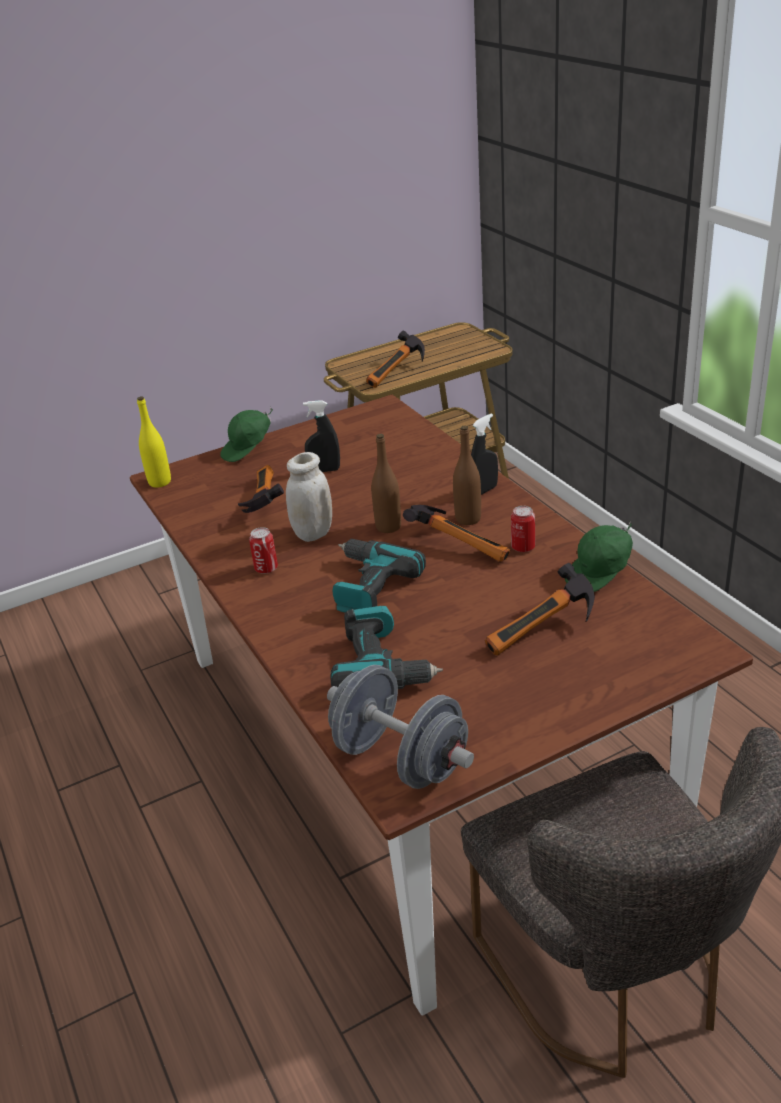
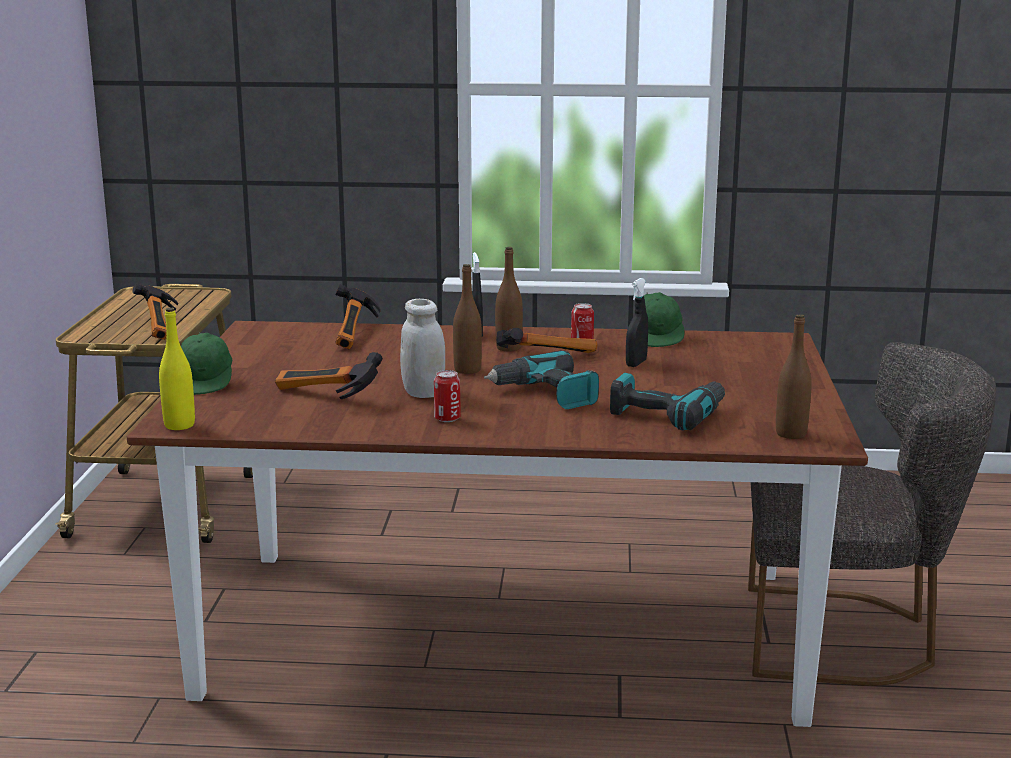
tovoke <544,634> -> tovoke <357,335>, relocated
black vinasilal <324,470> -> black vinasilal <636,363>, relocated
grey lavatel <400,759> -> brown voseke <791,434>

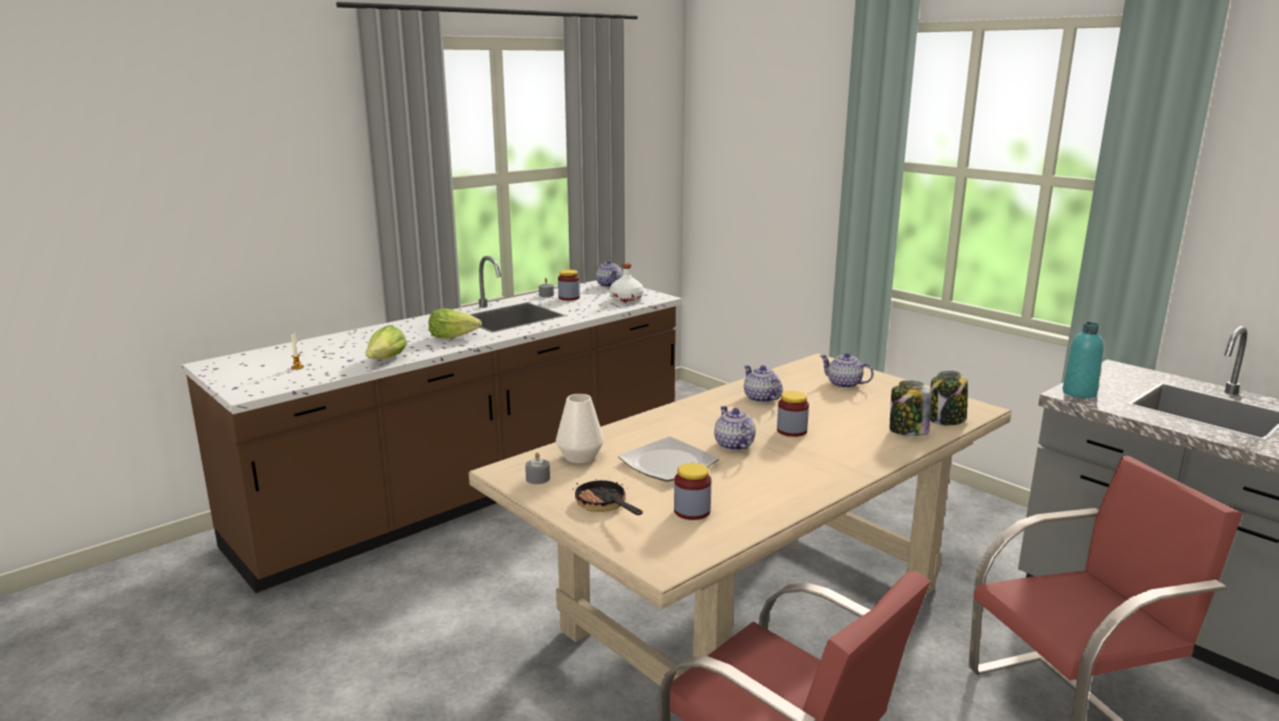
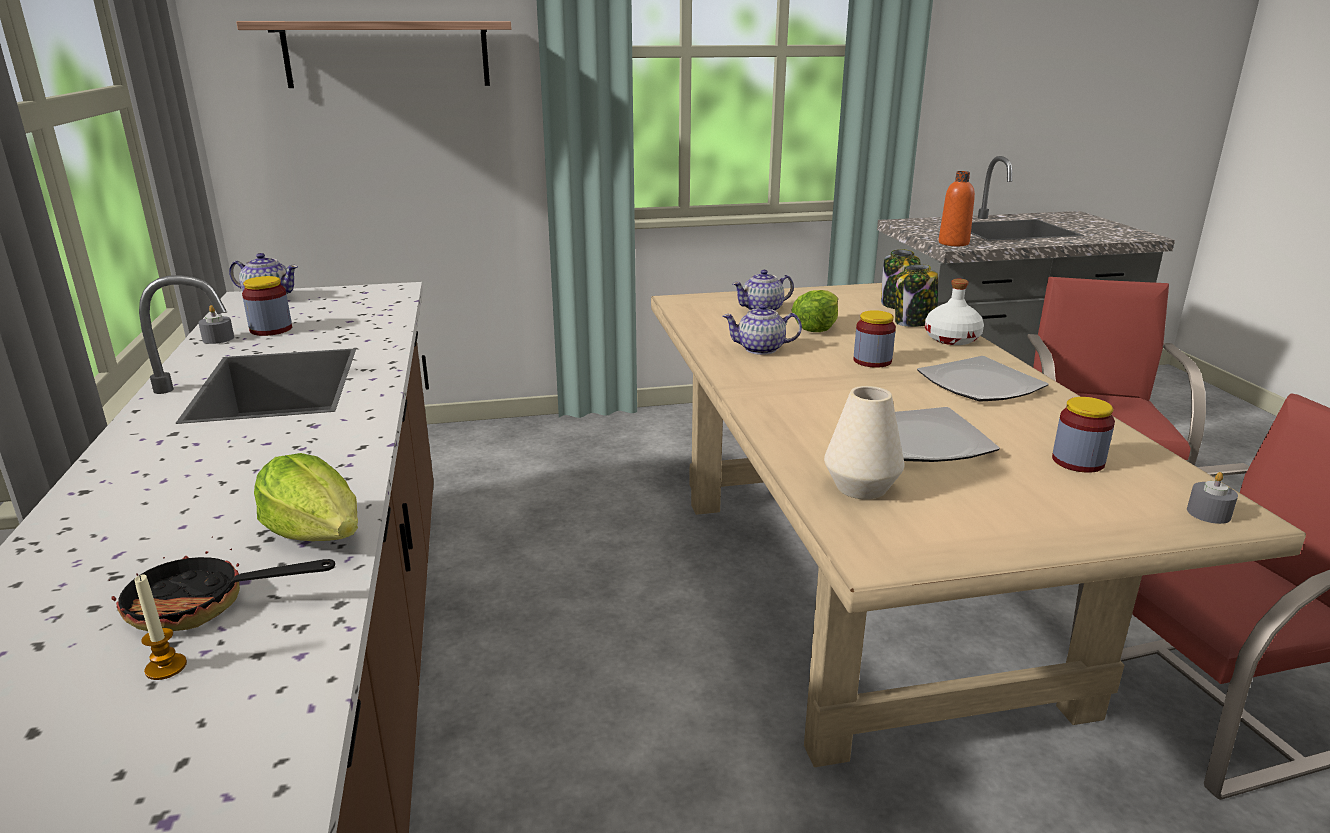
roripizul <604,506> -> roripizul <204,606>, relocated
none -> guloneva <387,54>
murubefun <453,336> -> murubefun <816,327>, relocated
none -> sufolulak <980,384>
white voseke <626,299> -> white voseke <952,339>, relocated
turquoise voseke <1079,393> -> orange voseke <953,243>
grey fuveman <538,478> -> grey fuveman <1208,513>, relocated
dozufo <734,445> -> none

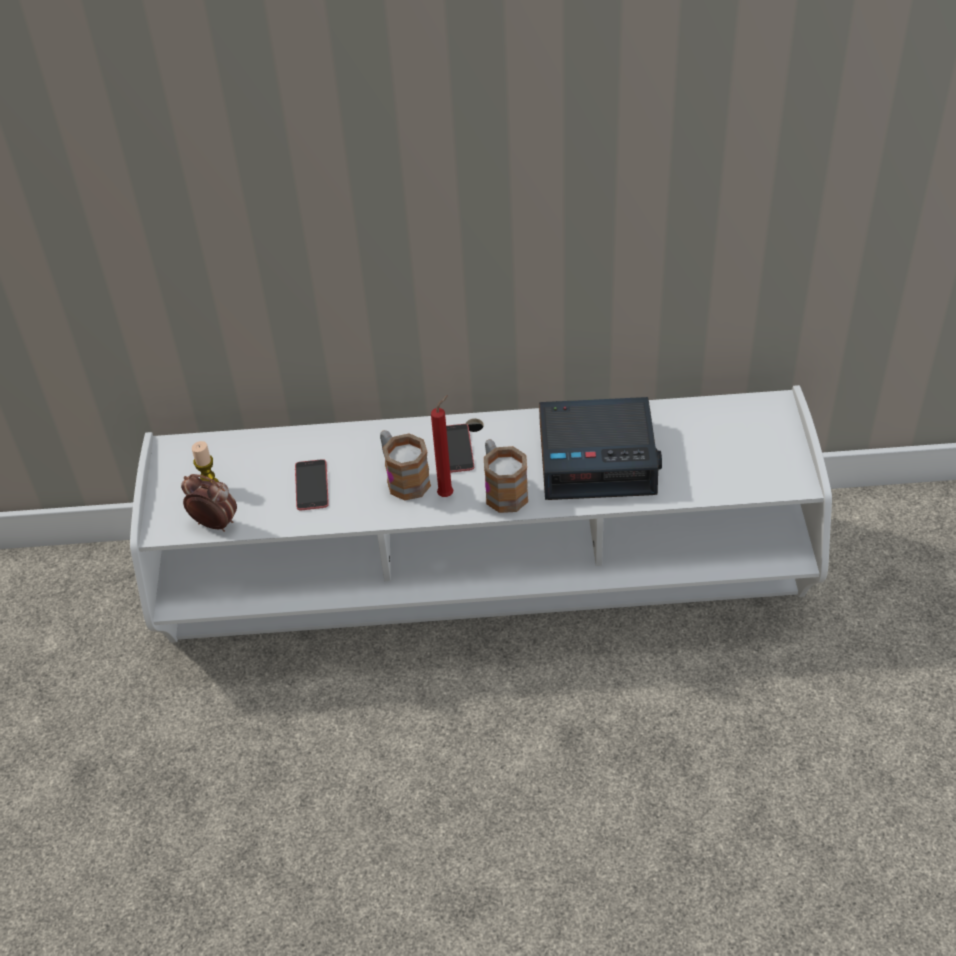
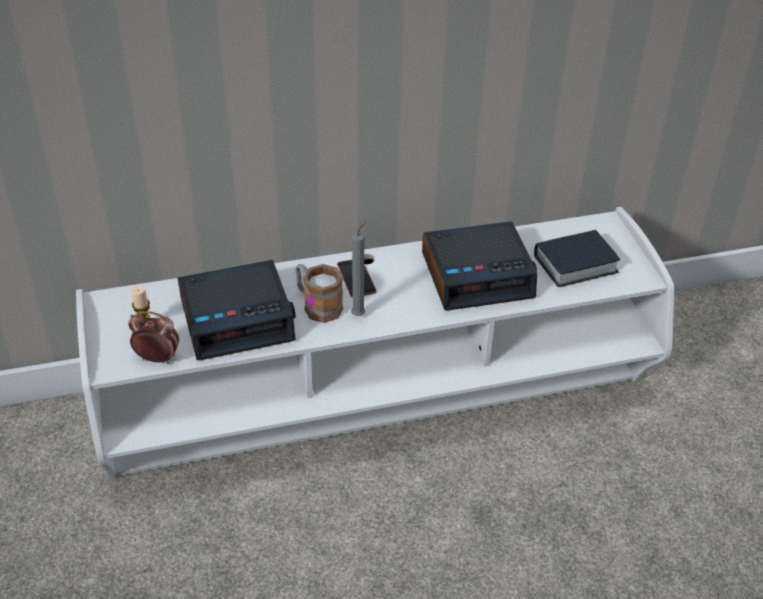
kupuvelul <311,485> -> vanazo <238,318>
red fuveman <447,494> -> grey fuveman <359,314>
none -> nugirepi <575,264>
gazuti <502,489> -> none

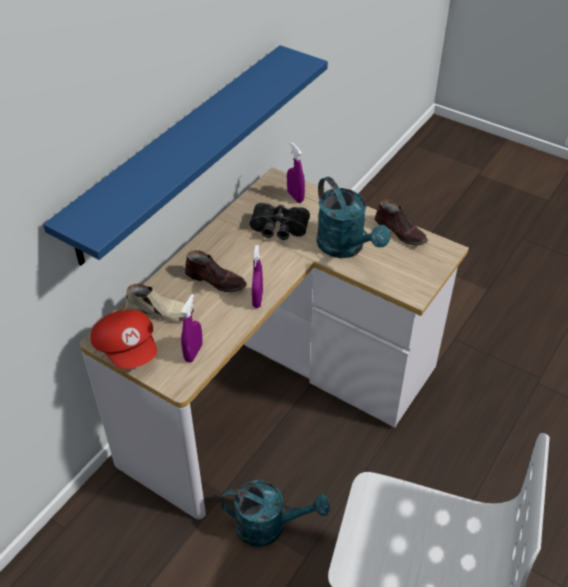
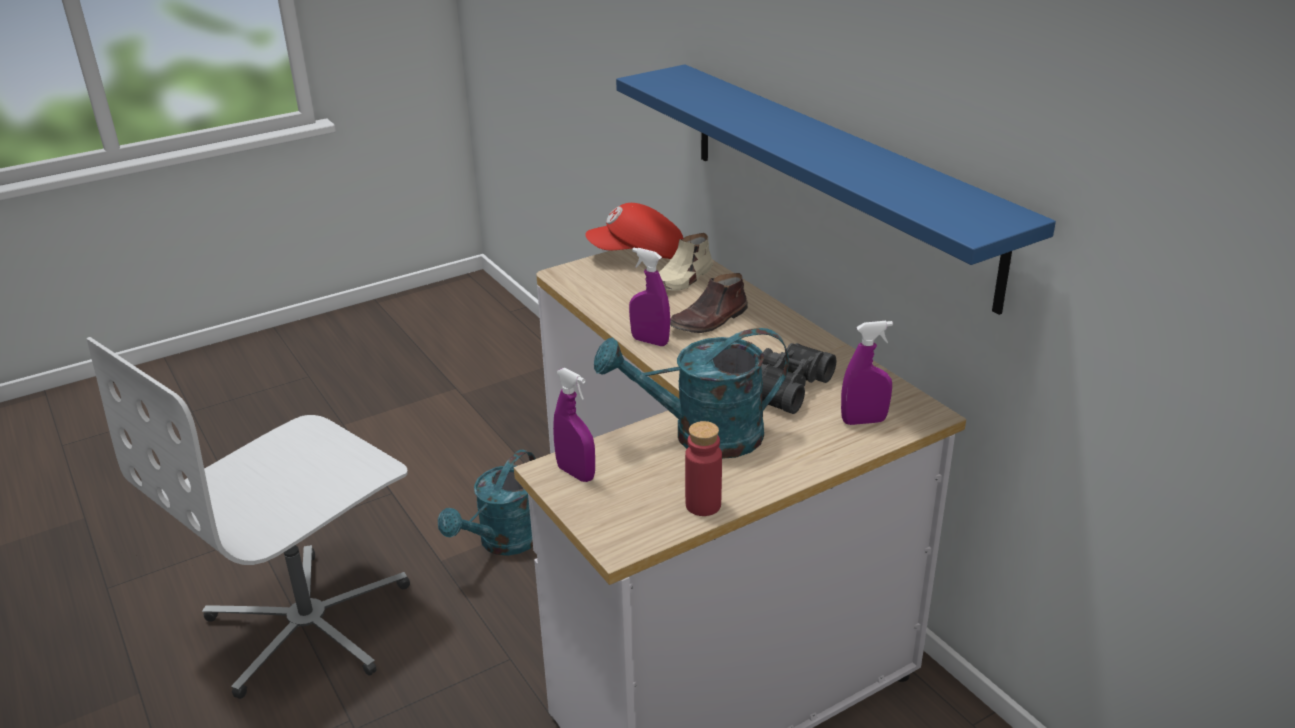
purple vinasilal <193,353> -> purple vinasilal <576,473>, relocated
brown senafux <401,232> -> red voseke <703,505>

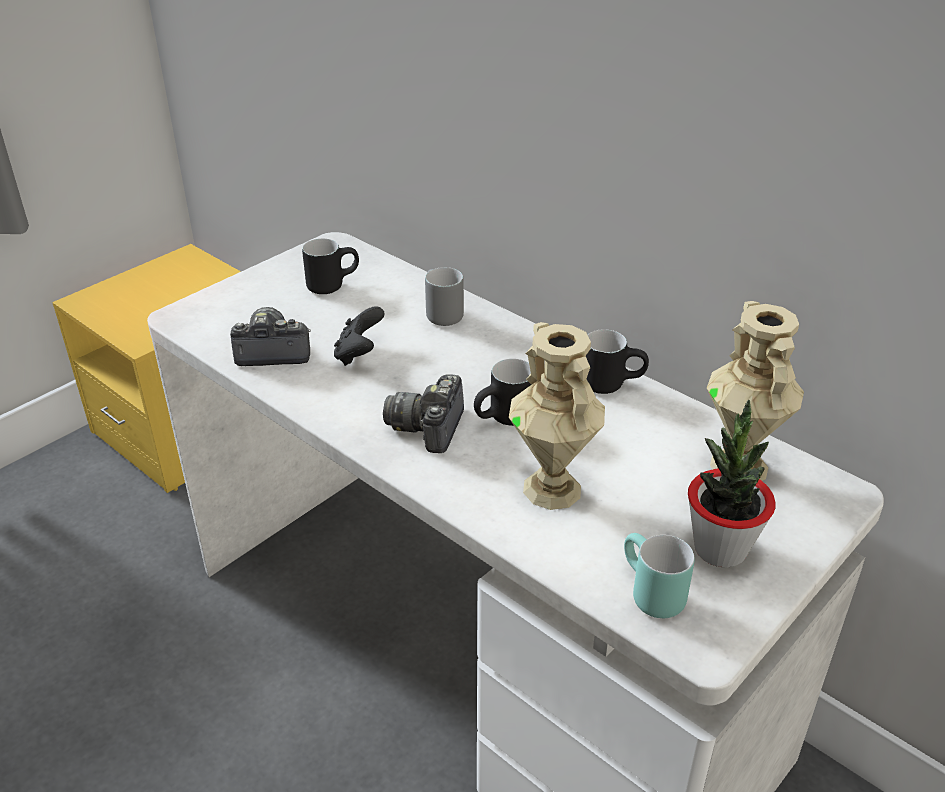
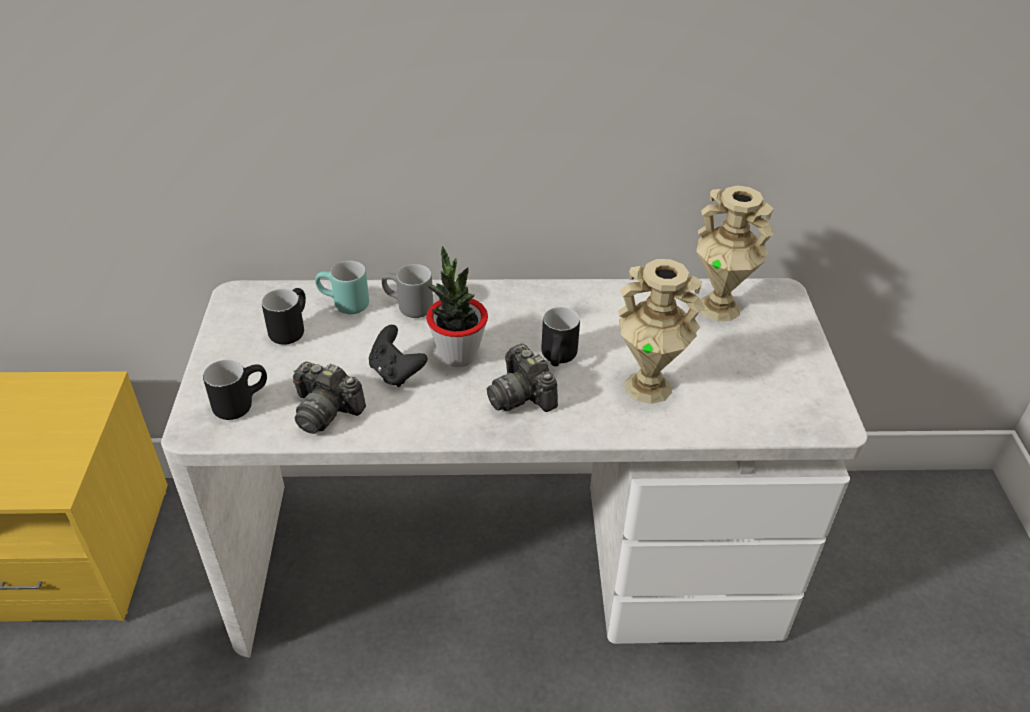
black gazuti <612,383> -> black gazuti <240,403>, relocated
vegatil <272,352> -> vegatil <325,410>, 105 degrees counterclockwise
turquoise gazuti <647,594> -> turquoise gazuti <343,306>, relocated
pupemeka <720,548> -> pupemeka <458,354>, relocated

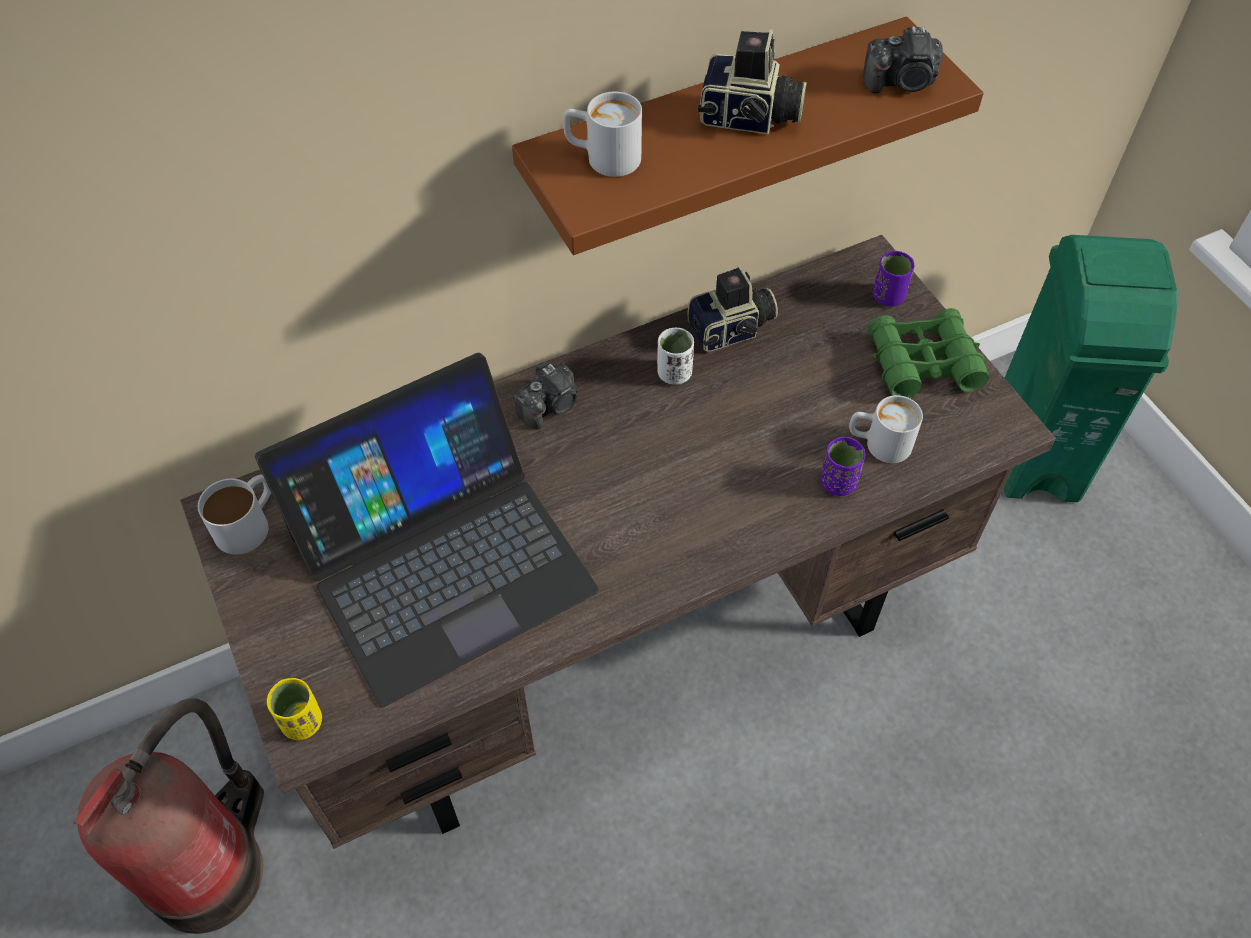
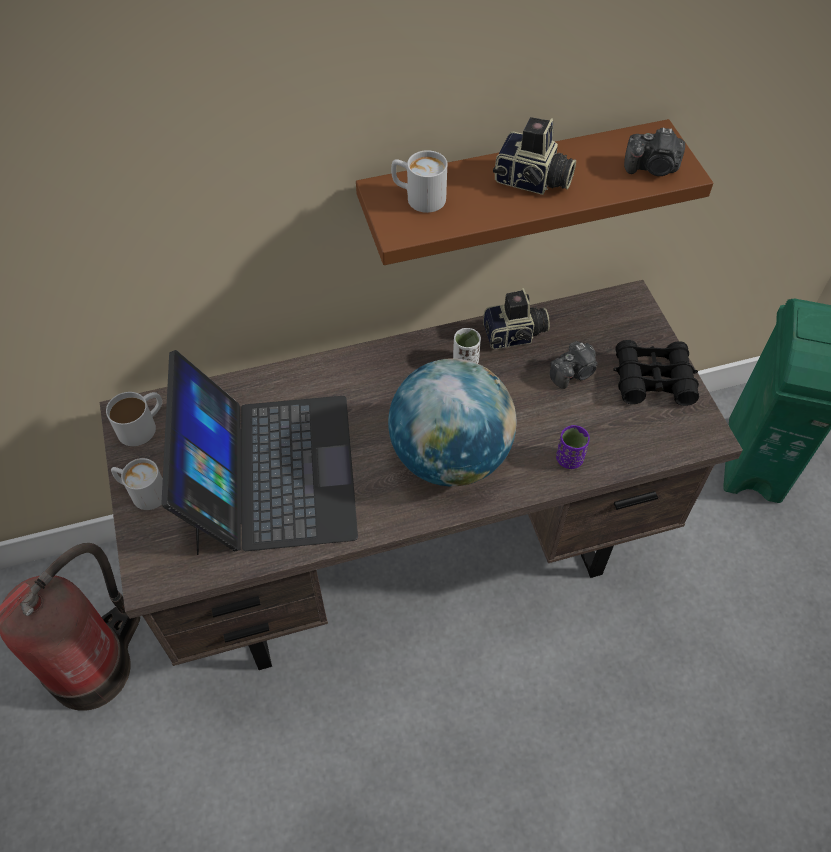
white gazuti <878,444> -> white gazuti <142,492>, relocated
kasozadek <441,561> -> kasozadek <270,472>, 75 degrees counterclockwise
none -> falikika <450,456>
vegatil <550,406> -> vegatil <573,373>, relocated
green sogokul <922,363> -> black sogokul <652,379>
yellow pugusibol <302,722> -> none
purple pugusibol <888,296> -> none

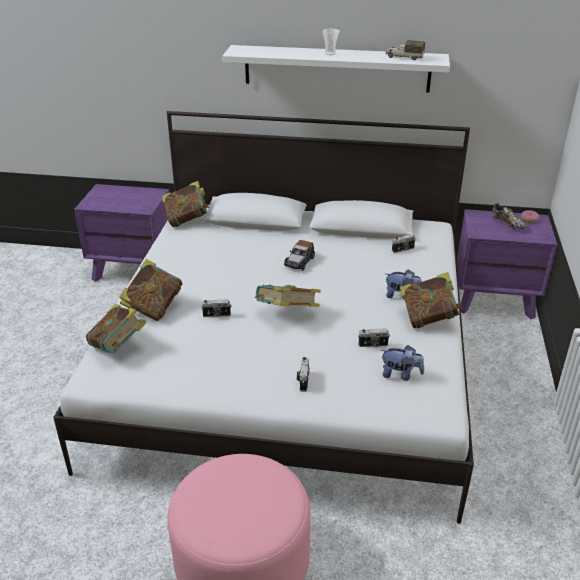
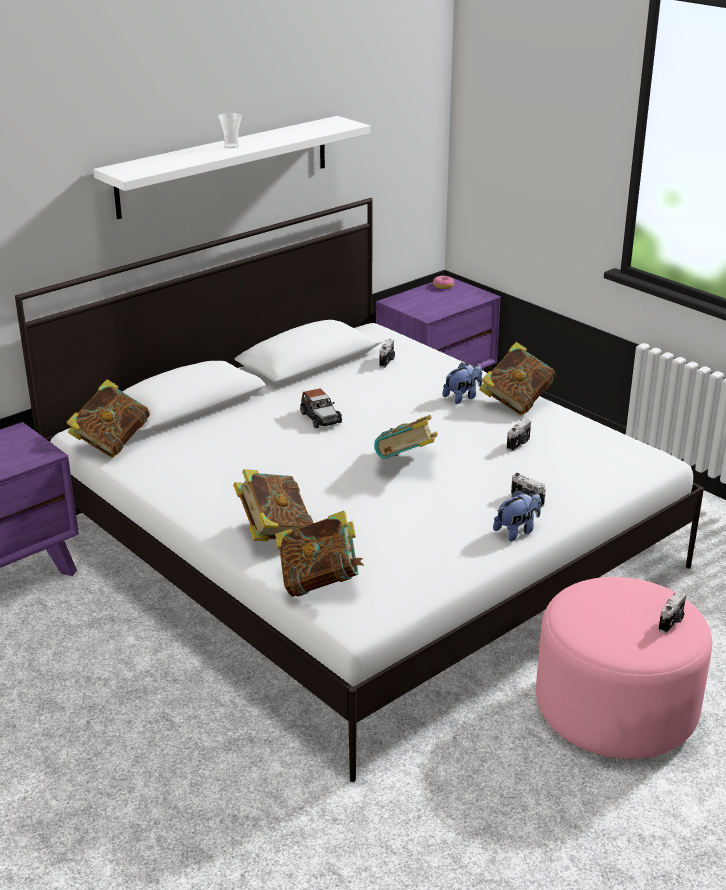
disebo <400,375> -> disebo <517,531>, relocated
vegatil <216,315> -> vegatil <672,622>, relocated
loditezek <404,57> -> none
senafux <507,224> -> none

